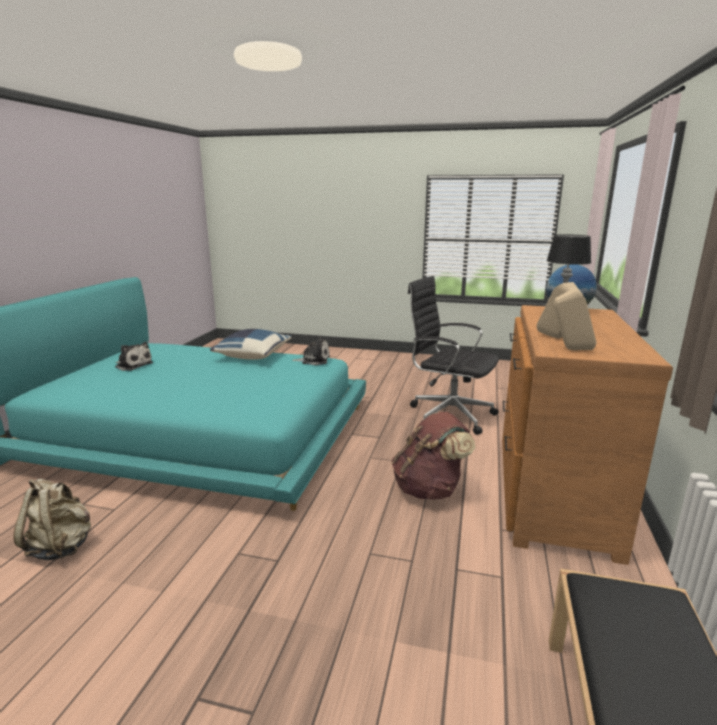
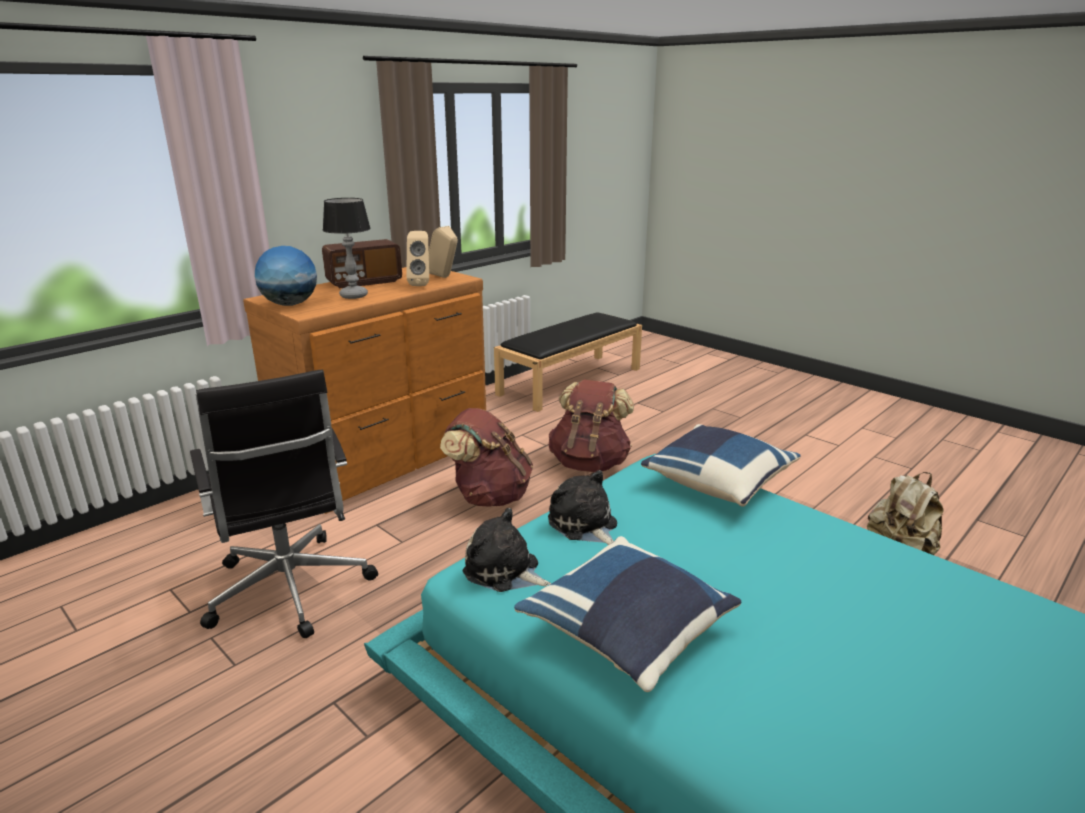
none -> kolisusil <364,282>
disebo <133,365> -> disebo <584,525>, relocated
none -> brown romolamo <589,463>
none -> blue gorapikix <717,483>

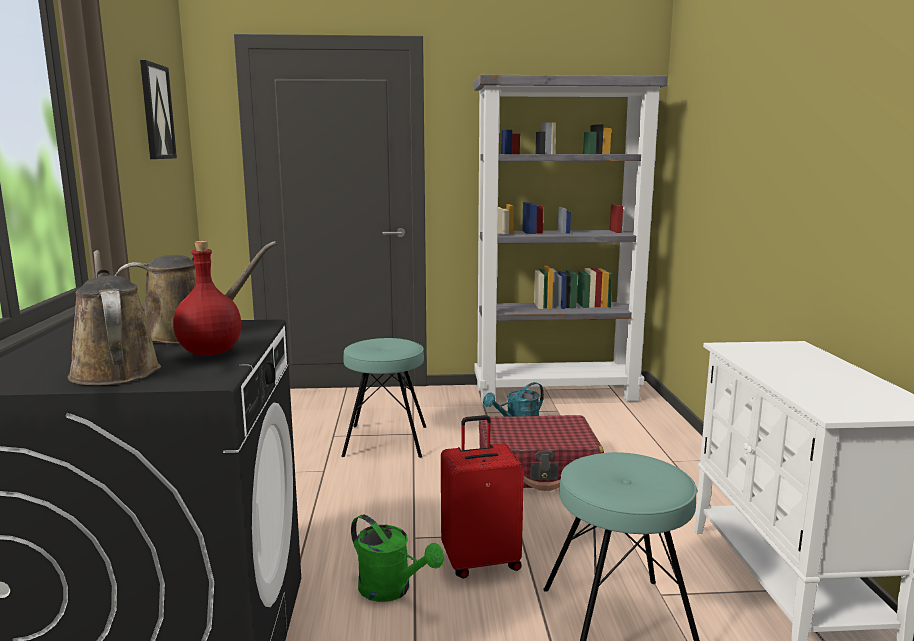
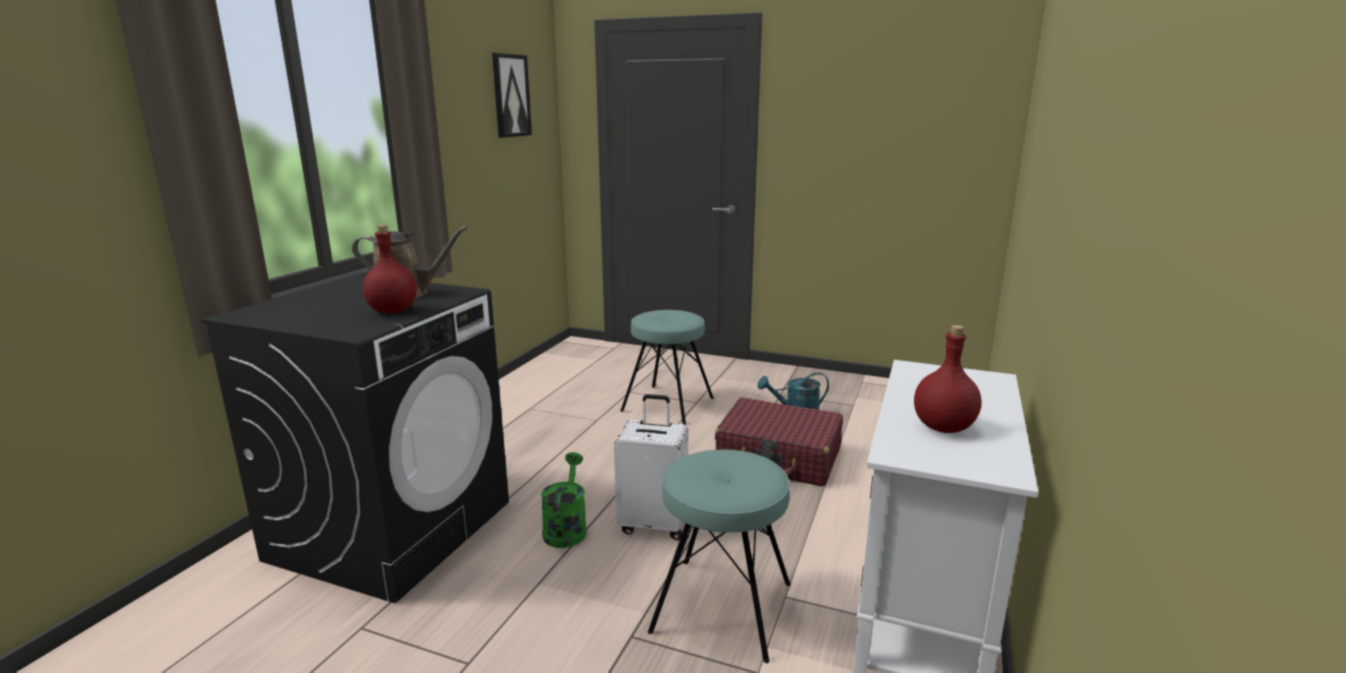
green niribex <392,590> -> green niribex <566,528>, 150 degrees counterclockwise
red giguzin <481,561> -> white giguzin <654,524>
none -> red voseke <944,428>
brown niribex <114,370> -> none
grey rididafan <557,393> -> none

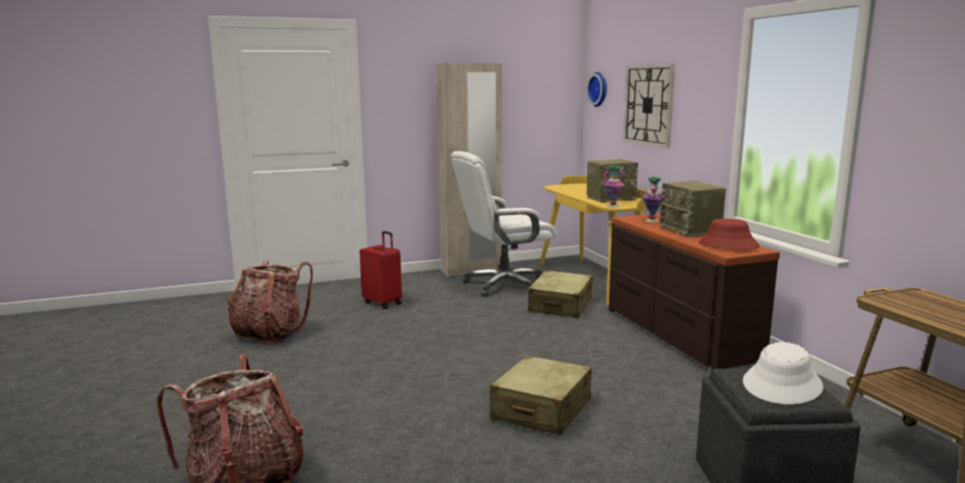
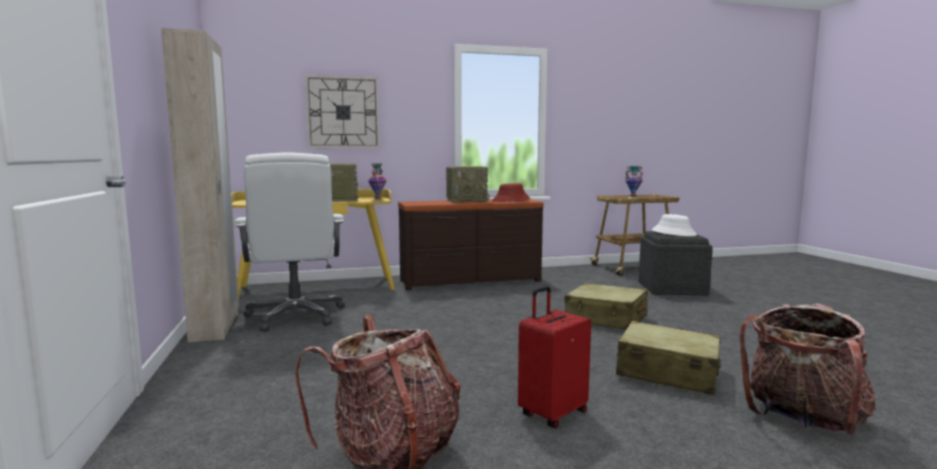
red giguzin <383,303> -> red giguzin <552,413>, relocated
beige giguzin <560,305> -> beige giguzin <667,373>, relocated
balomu <651,220> -> balomu <632,198>, relocated
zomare <599,89> -> none

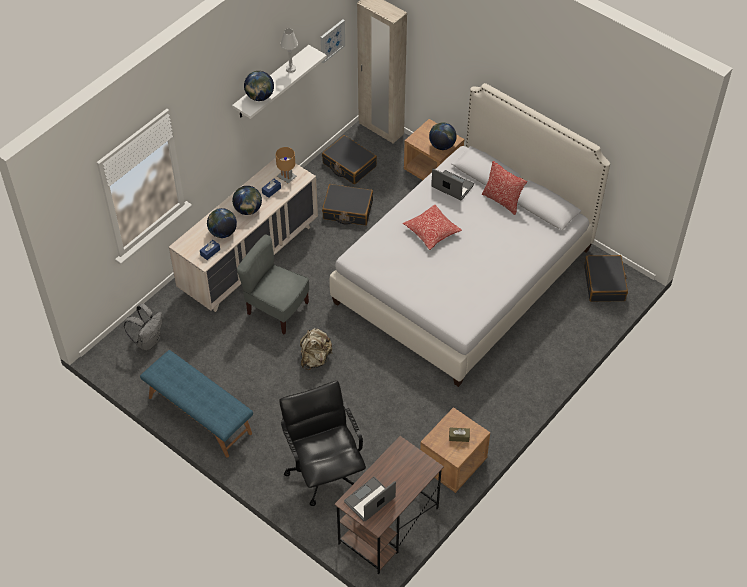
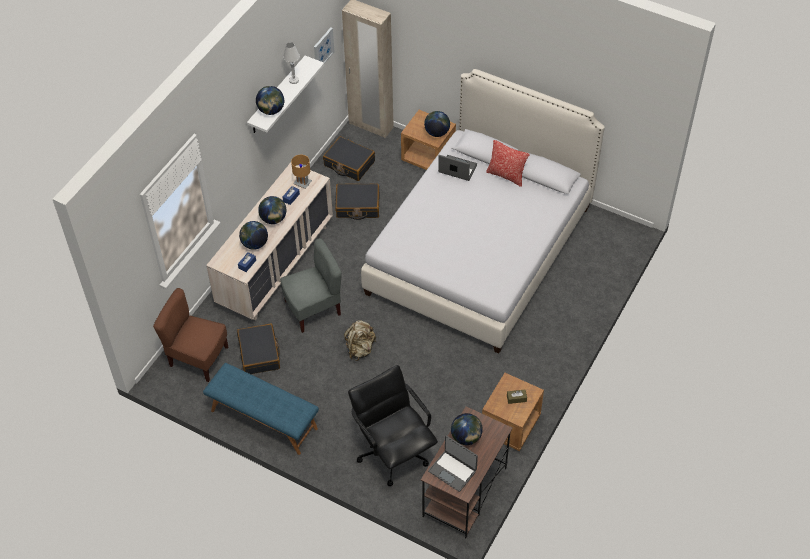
grey romolamo <148,341> -> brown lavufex <198,358>
black giguzin <604,283> -> black giguzin <259,354>, relocated
grey lavufex <277,309> -> grey lavufex <313,309>, 135 degrees clockwise
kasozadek <370,500> -> kasozadek <453,470>, 90 degrees counterclockwise
none -> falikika <466,437>
gorapikix <432,231> -> none

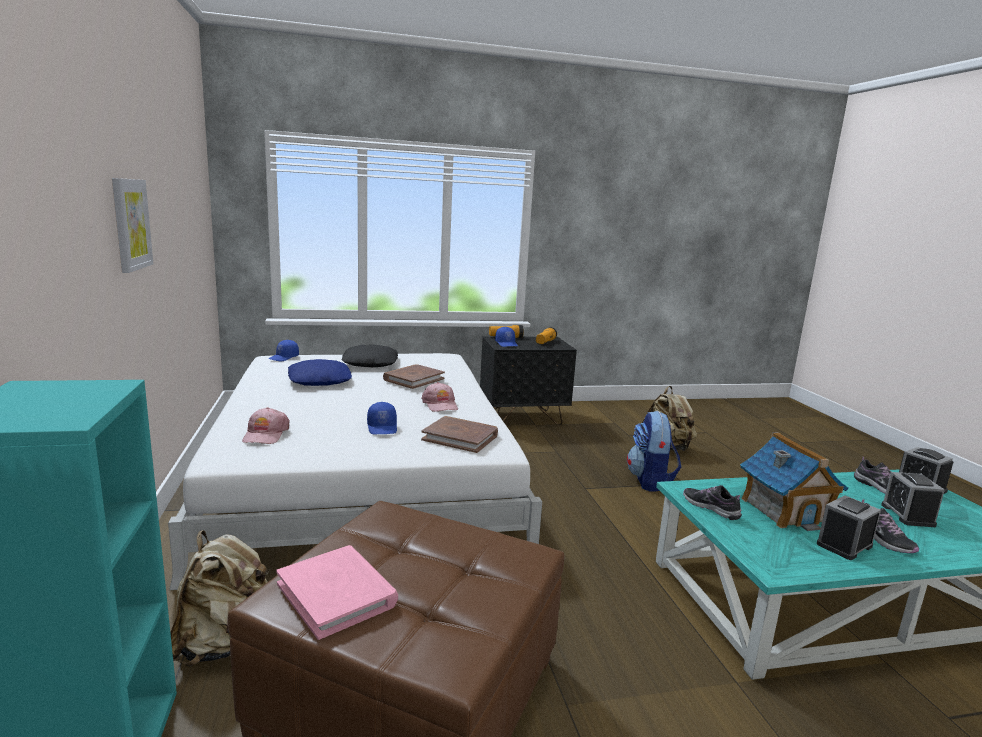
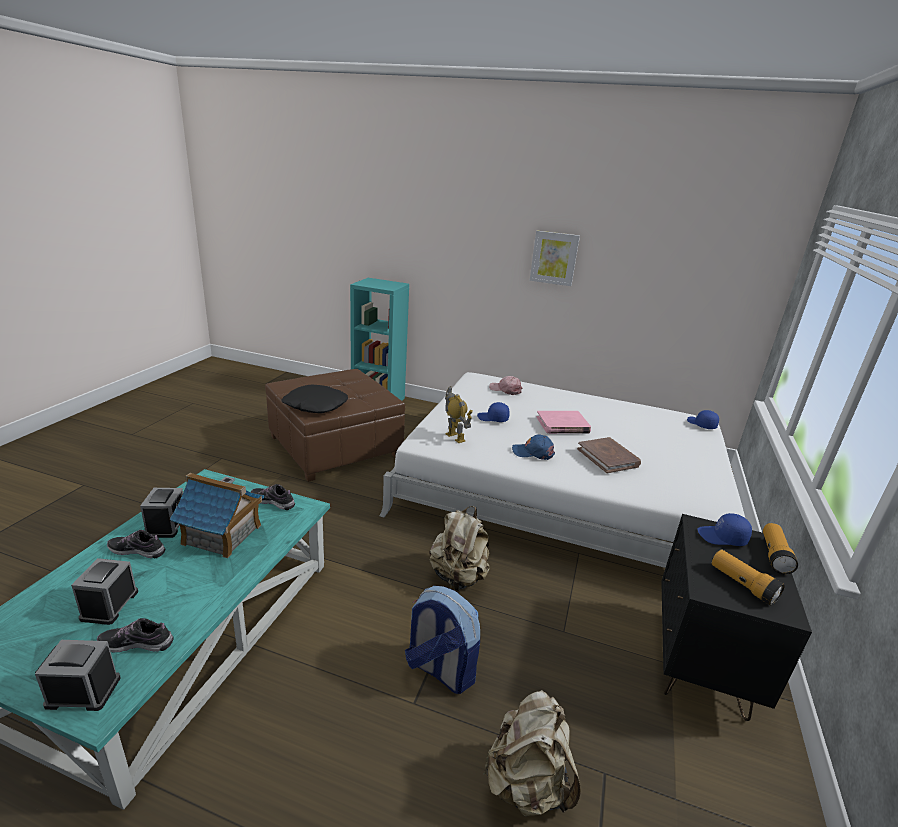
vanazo <907,515> -> vanazo <109,605>, 120 degrees counterclockwise
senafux <711,508> -> senafux <273,502>, 150 degrees counterclockwise
black gorapikix <371,363> -> black gorapikix <315,405>, relocated
beige romolamo <224,642> -> beige romolamo <458,577>, relocated
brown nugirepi <460,437> -> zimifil <455,437>
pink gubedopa <440,404> -> blue gubedopa <533,452>
pink nugirepi <337,594> -> pink nugirepi <562,425>, relocated
blue gorapikix <320,380> -> none

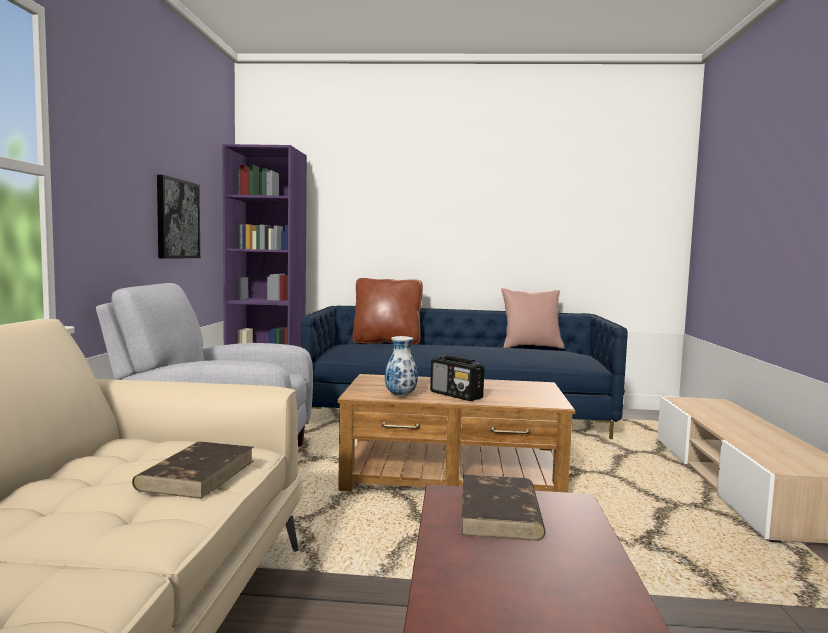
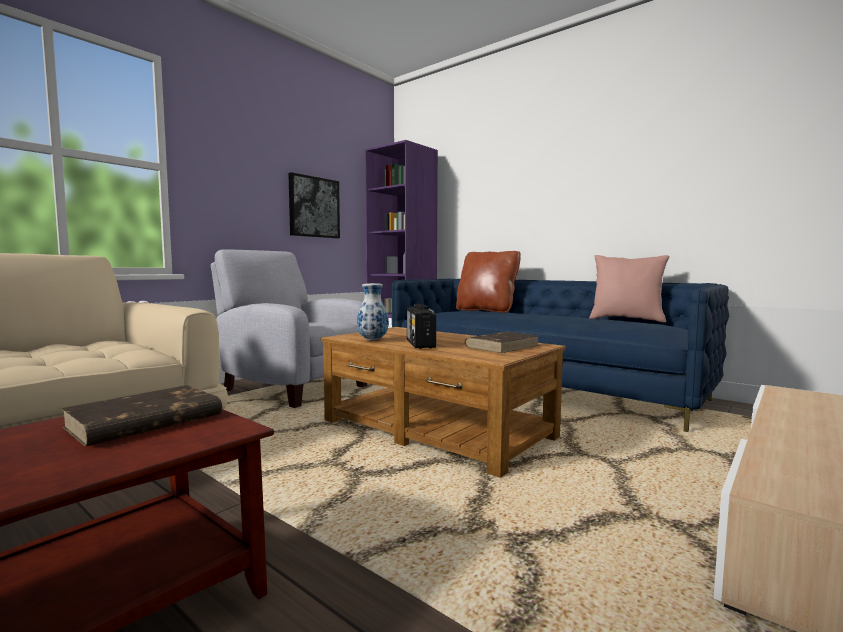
brown nugirepi <198,474> -> brown nugirepi <502,346>, relocated

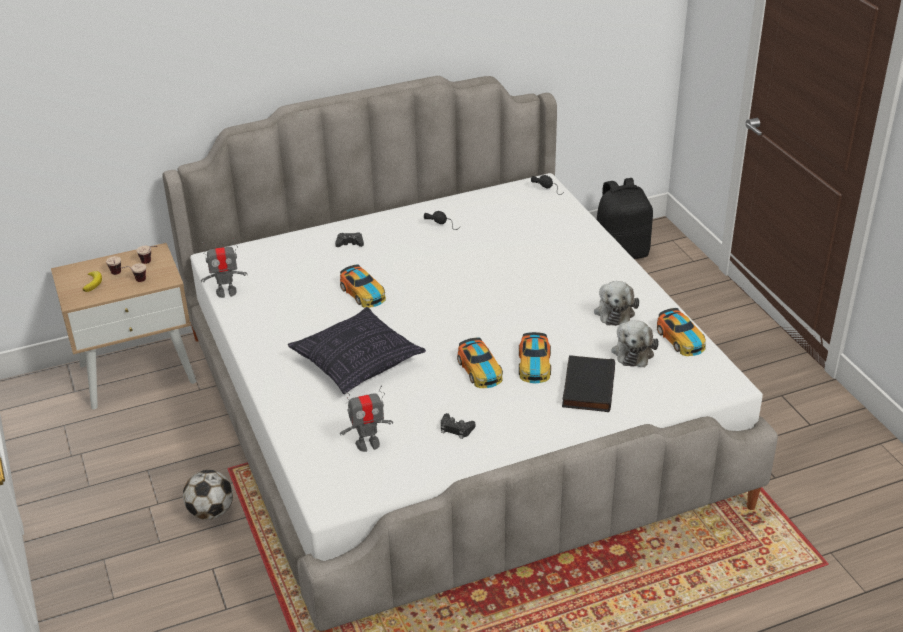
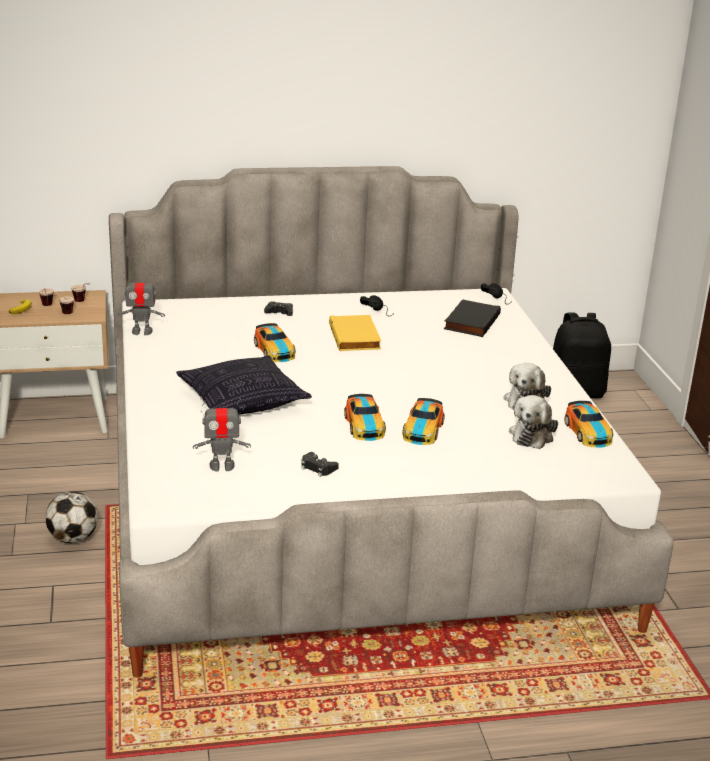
none -> yellow nugirepi <356,337>
black nugirepi <586,387> -> black nugirepi <470,321>, relocated

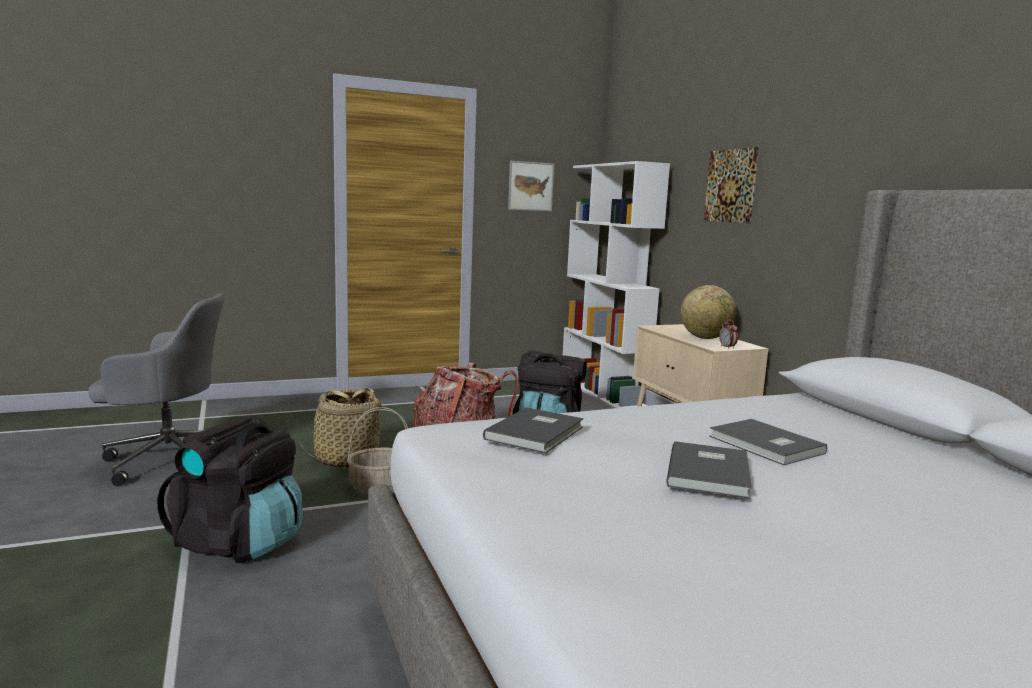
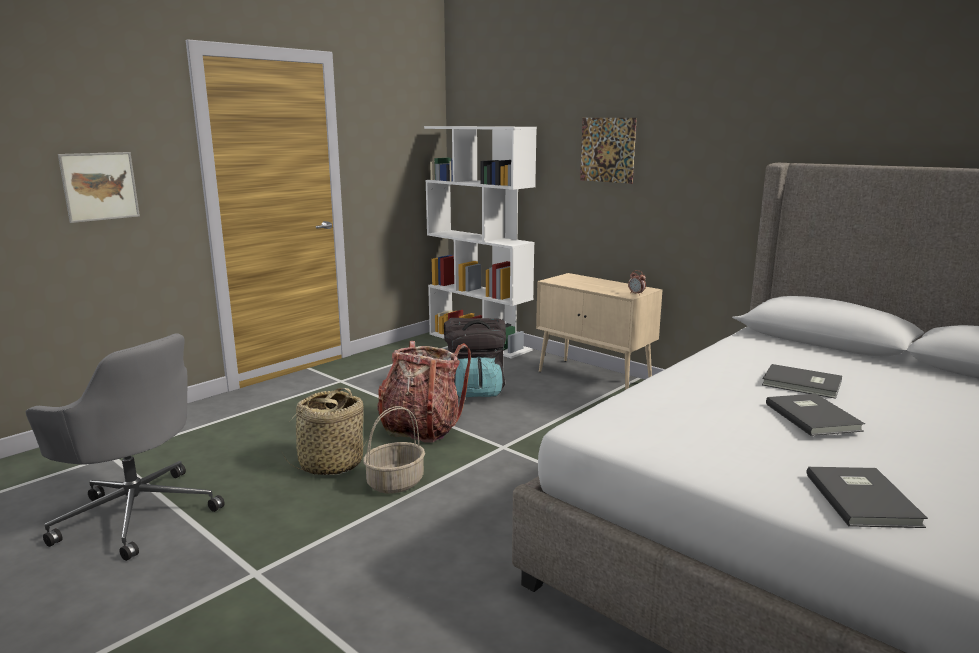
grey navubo <168,459> -> grey navubo <137,513>, 60 degrees clockwise
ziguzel <530,186> -> ziguzel <100,186>, relocated
grey nugirepi <537,433> -> grey nugirepi <864,499>, relocated
black romolamo <239,542> -> none
falikika <706,338> -> none

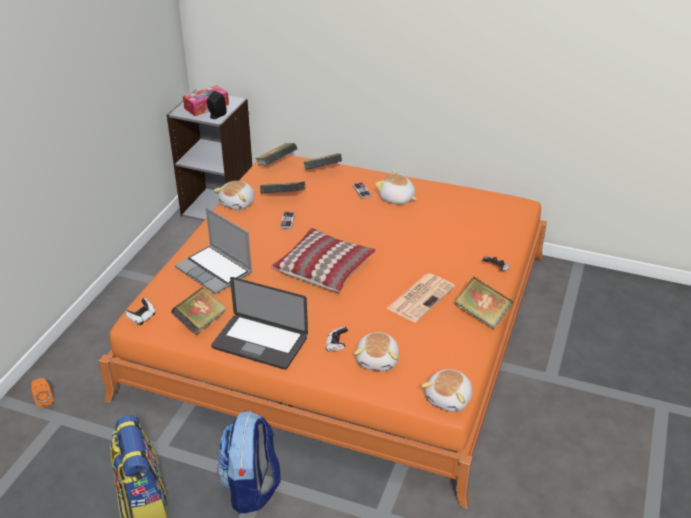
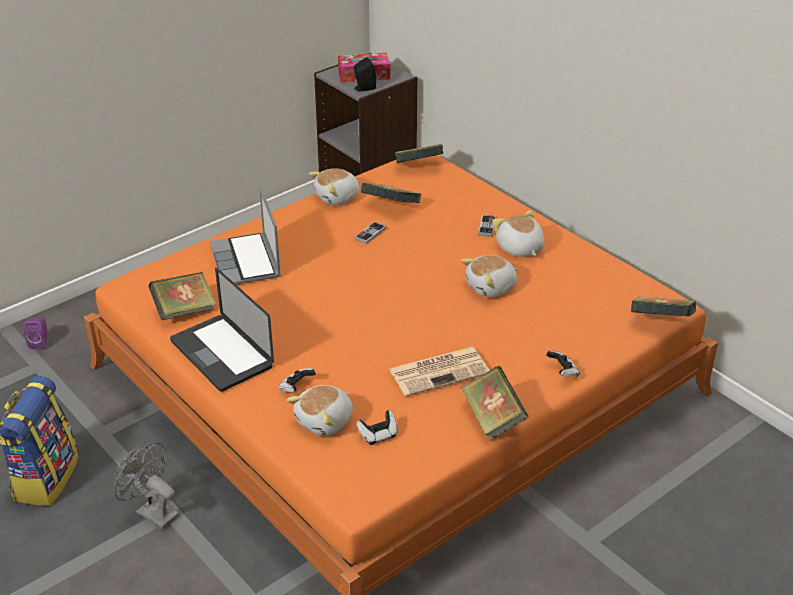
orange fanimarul <44,400> -> purple fanimarul <40,343>
romolamo <251,488> -> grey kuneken <152,512>
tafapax <142,317> -> tafapax <378,435>, relocated
disebo <449,399> -> disebo <491,287>, relocated
nugirepi <322,172> -> nugirepi <661,321>, relocated
gorapikix <324,268> -> none

